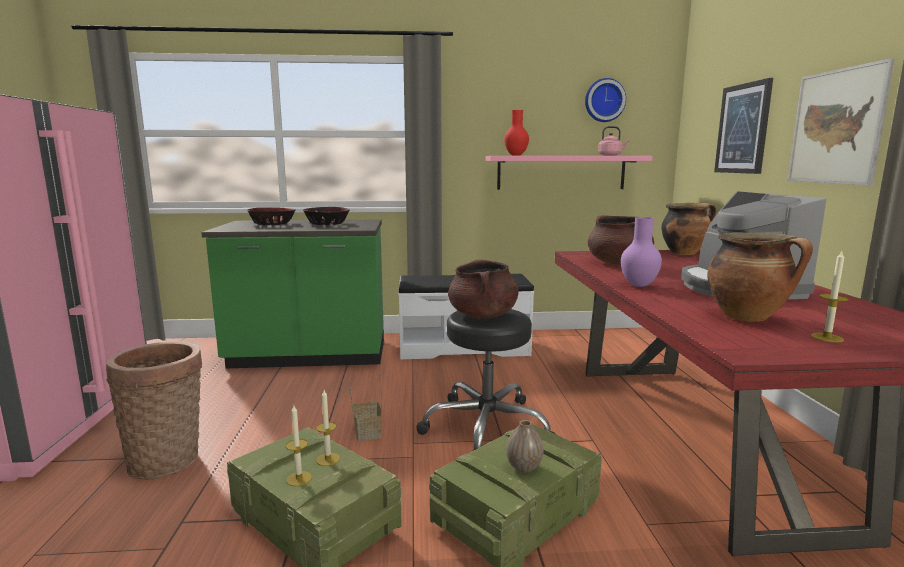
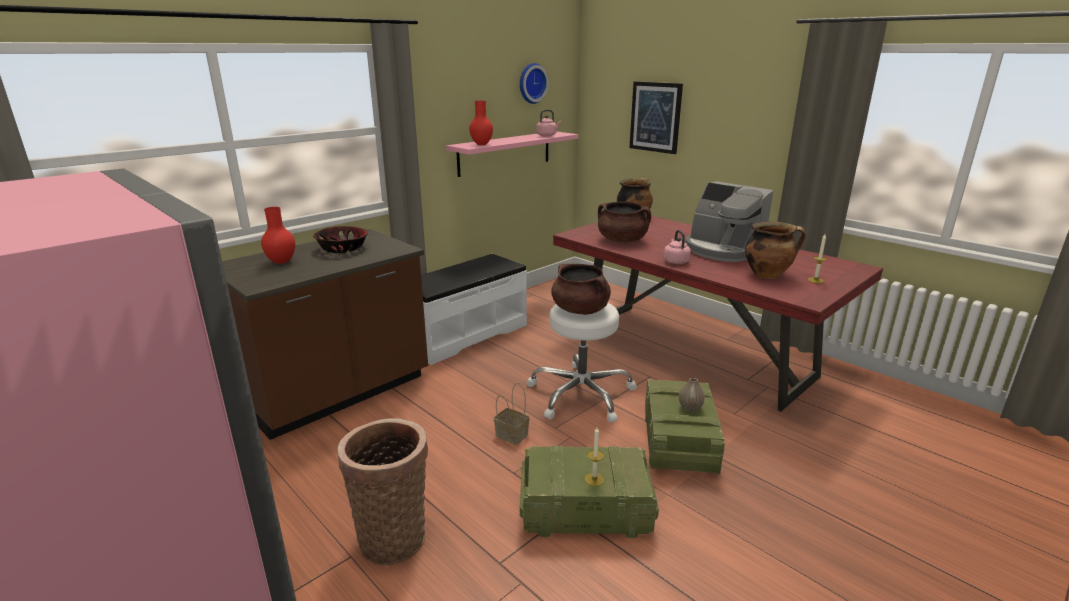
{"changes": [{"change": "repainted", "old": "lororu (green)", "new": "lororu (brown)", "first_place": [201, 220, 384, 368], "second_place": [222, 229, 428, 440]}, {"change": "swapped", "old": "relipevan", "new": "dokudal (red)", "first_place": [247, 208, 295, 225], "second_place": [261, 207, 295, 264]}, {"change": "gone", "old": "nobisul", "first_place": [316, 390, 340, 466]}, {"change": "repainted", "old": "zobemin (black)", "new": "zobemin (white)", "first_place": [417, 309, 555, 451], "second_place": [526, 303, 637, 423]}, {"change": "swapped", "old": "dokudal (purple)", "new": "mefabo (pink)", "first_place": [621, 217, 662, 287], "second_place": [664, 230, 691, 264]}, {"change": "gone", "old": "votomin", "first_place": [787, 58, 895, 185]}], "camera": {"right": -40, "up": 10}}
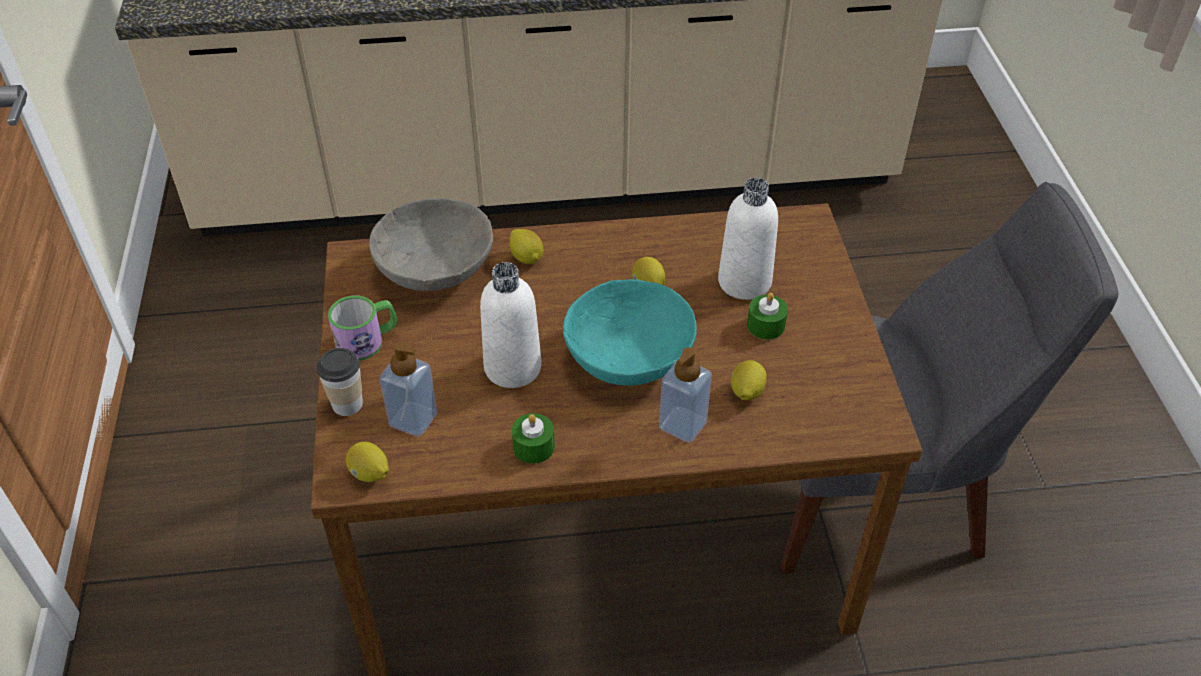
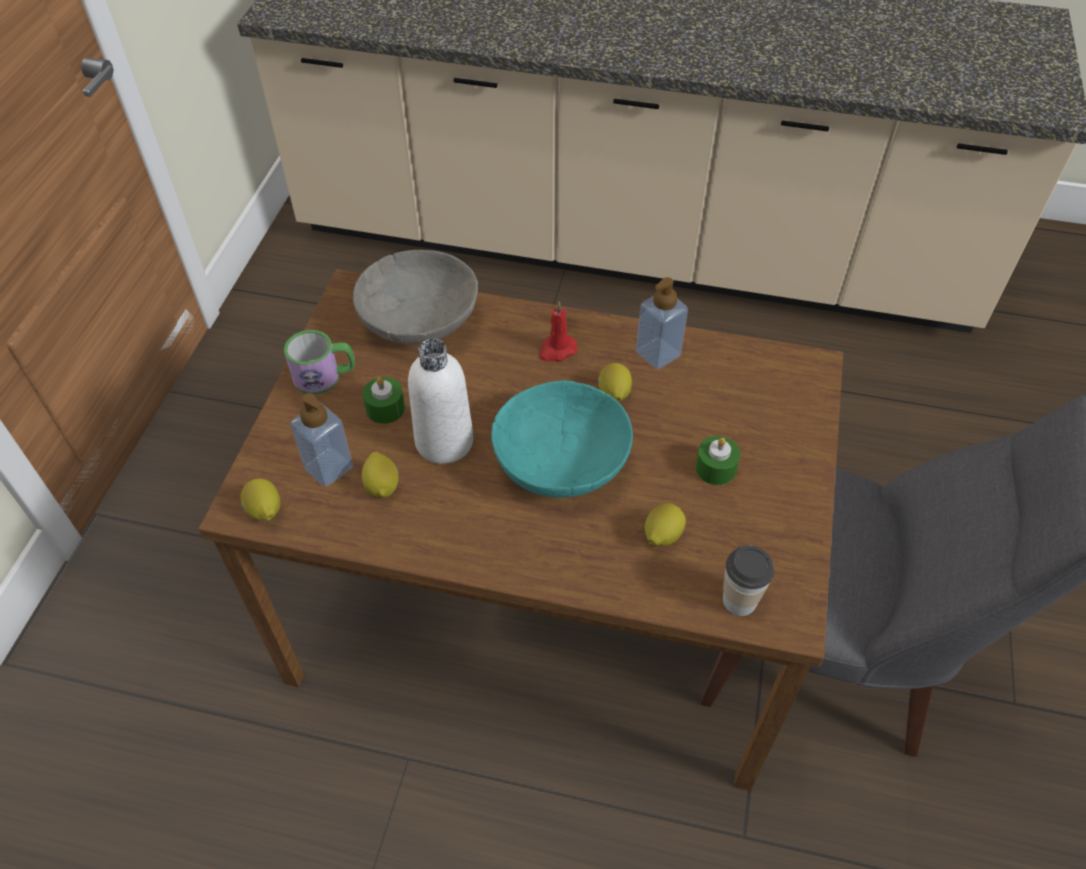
{"changes": [{"change": "shifted", "old": "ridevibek", "first_place": [317, 348, 363, 416], "second_place": [723, 545, 774, 616]}, {"change": "shifted", "old": "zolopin", "first_place": [510, 229, 543, 264], "second_place": [362, 452, 398, 497]}, {"change": "shifted", "old": "nobisul (green)", "first_place": [512, 413, 555, 464], "second_place": [362, 377, 405, 424]}, {"change": "shifted", "old": "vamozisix", "first_place": [659, 347, 712, 443], "second_place": [636, 277, 688, 369]}, {"change": "gone", "old": "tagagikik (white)", "first_place": [718, 178, 778, 300]}, {"change": "new", "new": "nobisul (red)", "second_place": [539, 302, 577, 362]}], "camera": {"right": 20, "up": 5}}
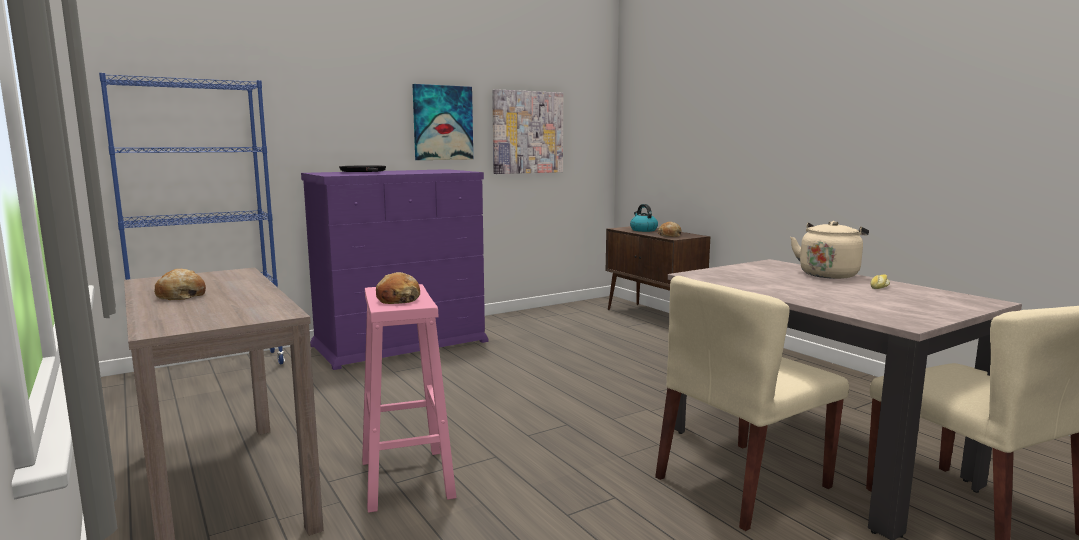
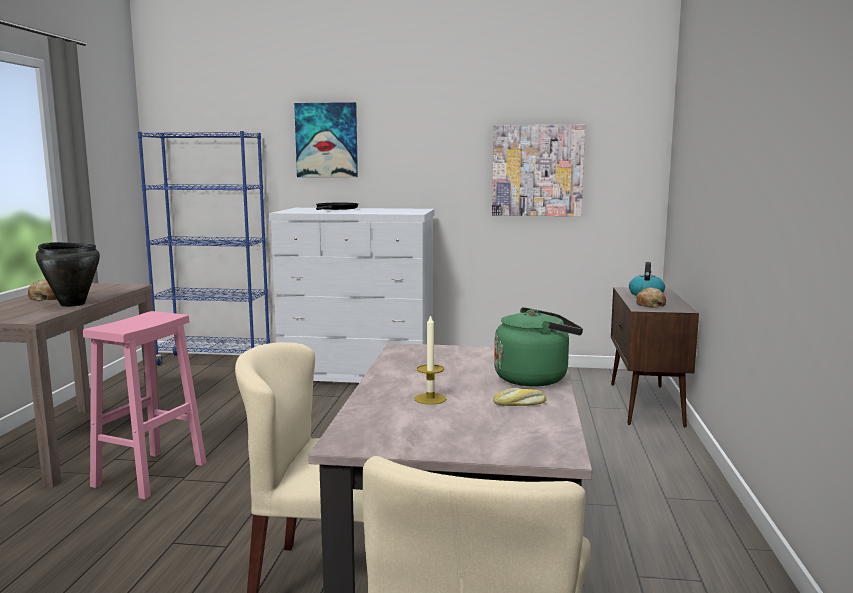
{"changes": [{"change": "repainted", "old": "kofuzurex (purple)", "new": "kofuzurex (white)", "first_place": [301, 169, 489, 370], "second_place": [269, 208, 435, 383]}, {"change": "gone", "old": "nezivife", "first_place": [376, 272, 420, 304]}, {"change": "shifted", "old": "votomin", "first_place": [412, 84, 473, 160], "second_place": [294, 102, 358, 177]}, {"change": "repainted", "old": "mefabo (beige)", "new": "mefabo (green)", "first_place": [790, 221, 869, 279], "second_place": [494, 307, 583, 387]}, {"change": "new", "new": "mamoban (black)", "second_place": [36, 242, 100, 307]}, {"change": "new", "new": "nobisul", "second_place": [414, 314, 447, 405]}], "camera": {"right": 40, "up": 0}}
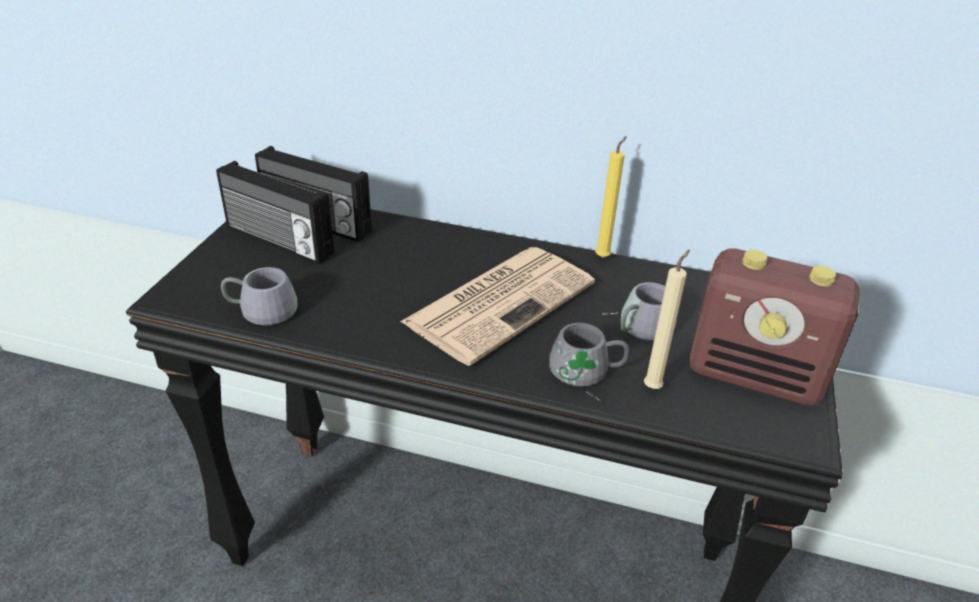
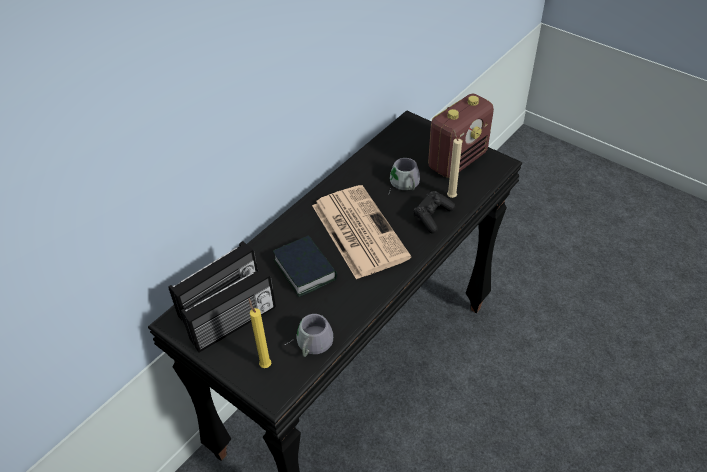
{"changes": [{"change": "swapped", "old": "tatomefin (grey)", "new": "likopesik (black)", "first_place": [549, 323, 630, 402], "second_place": [413, 191, 455, 234]}, {"change": "shifted", "old": "nobisul (yellow)", "first_place": [595, 136, 627, 258], "second_place": [248, 298, 271, 368]}, {"change": "new", "new": "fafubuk", "second_place": [273, 235, 337, 297]}], "camera": {"right": -65, "up": 10}}
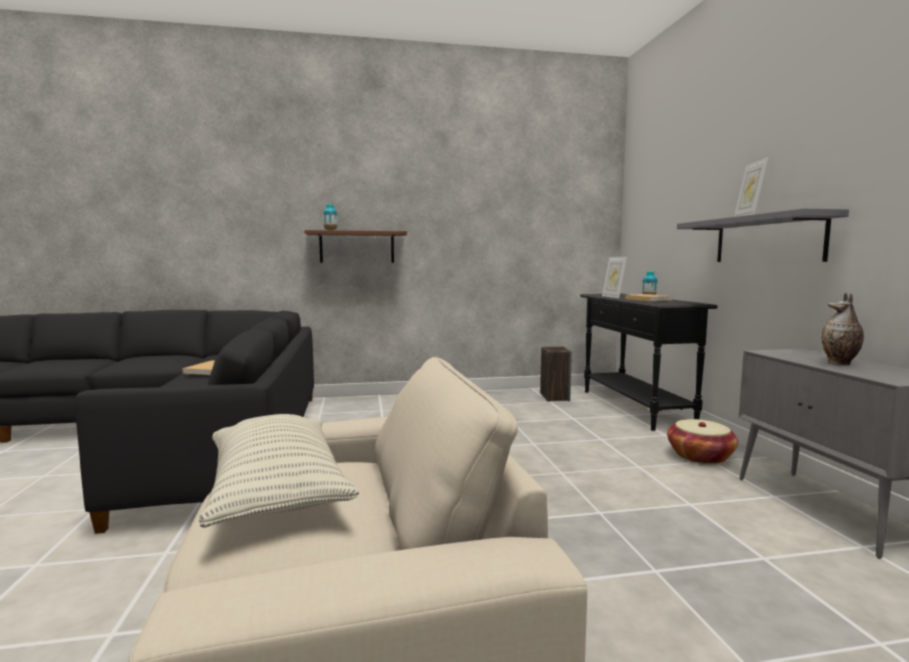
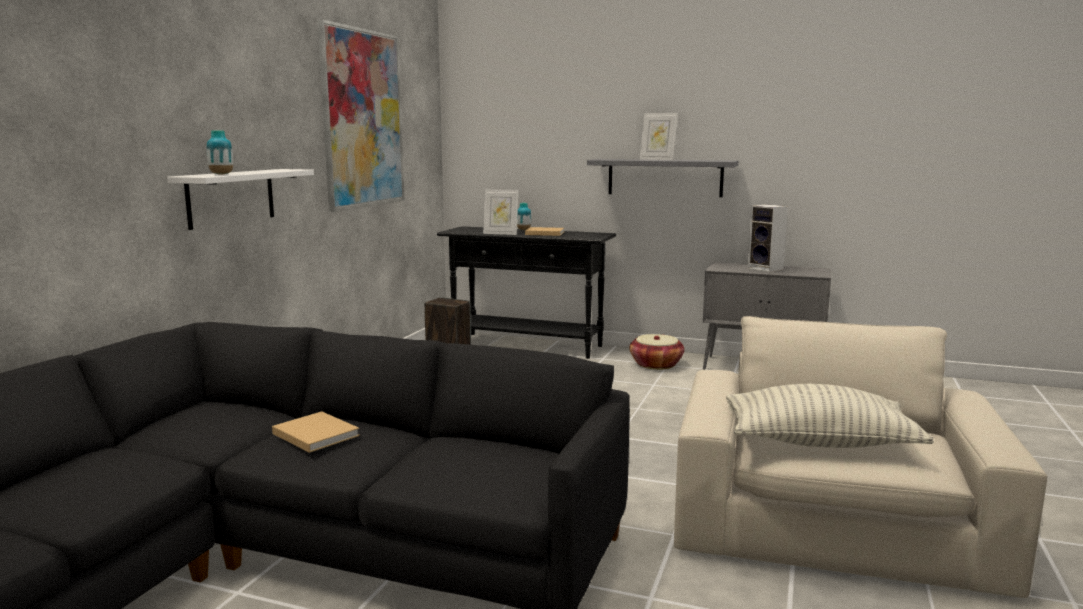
{"changes": [{"change": "repainted", "old": "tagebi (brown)", "new": "tagebi (white)", "first_place": [305, 230, 407, 263], "second_place": [167, 169, 314, 230]}, {"change": "swapped", "old": "dokudal", "new": "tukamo", "first_place": [821, 293, 864, 365], "second_place": [747, 204, 788, 272]}, {"change": "new", "new": "votomin", "second_place": [318, 19, 405, 212]}], "camera": {"right": -60, "up": 5}}
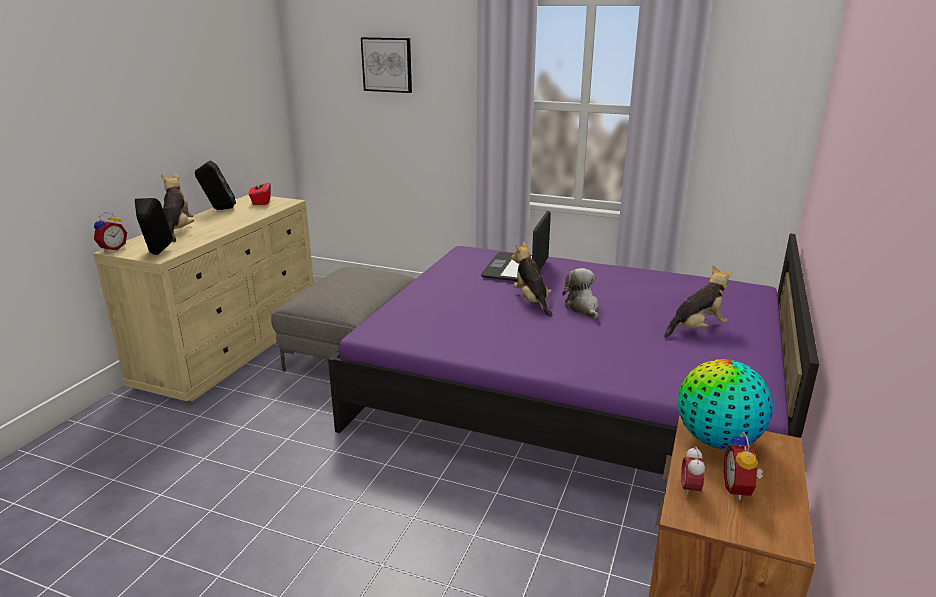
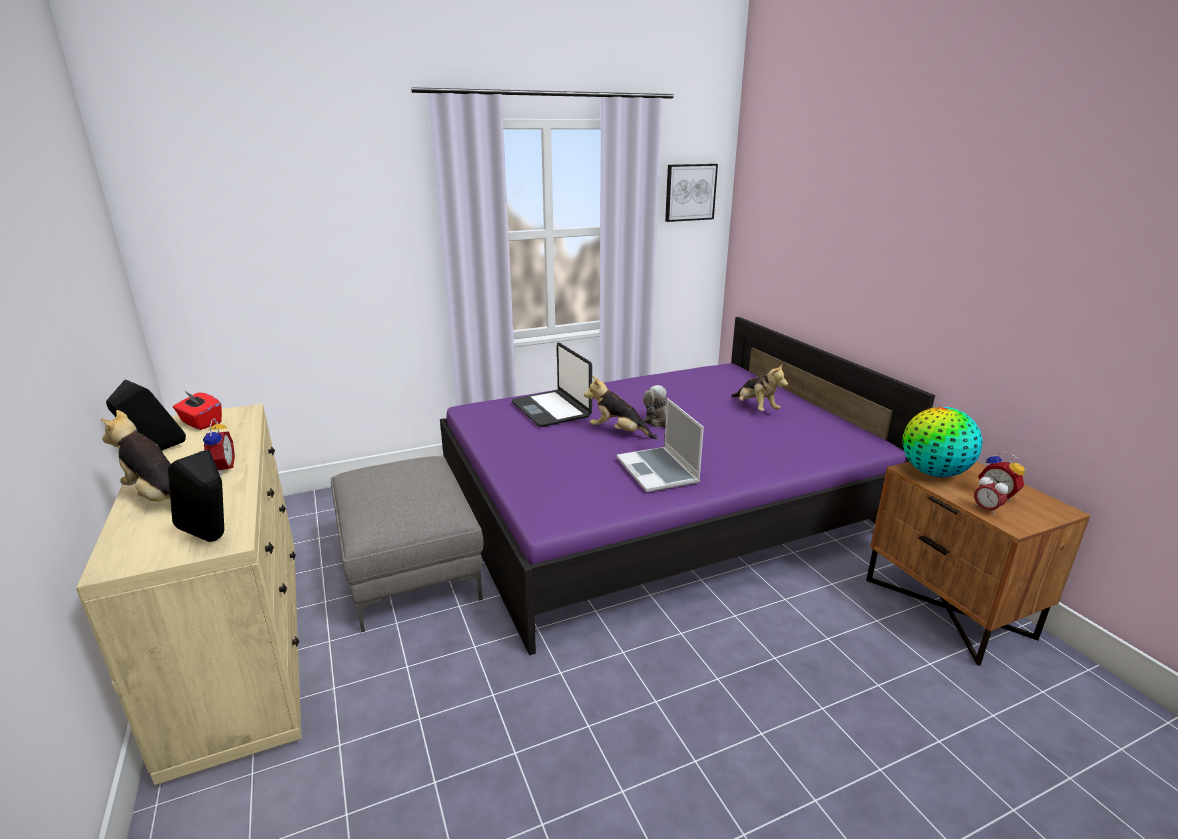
{"changes": [{"change": "shifted", "old": "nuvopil", "first_place": [94, 212, 127, 252], "second_place": [199, 419, 235, 475]}, {"change": "shifted", "old": "votomin", "first_place": [361, 37, 412, 93], "second_place": [665, 164, 718, 222]}, {"change": "rotated", "old": "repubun", "first_place": [664, 265, 732, 338], "second_place": [731, 363, 788, 411], "degrees": 135}, {"change": "new", "new": "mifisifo", "second_place": [617, 398, 704, 492]}], "camera": {"right": -45, "up": 0}}
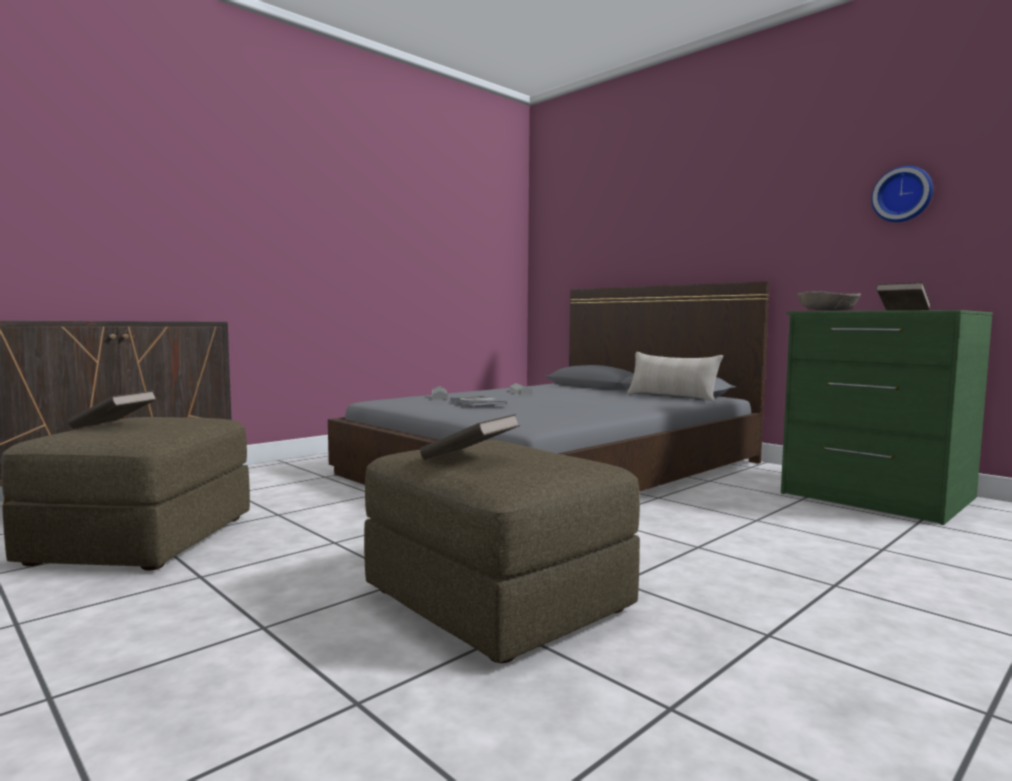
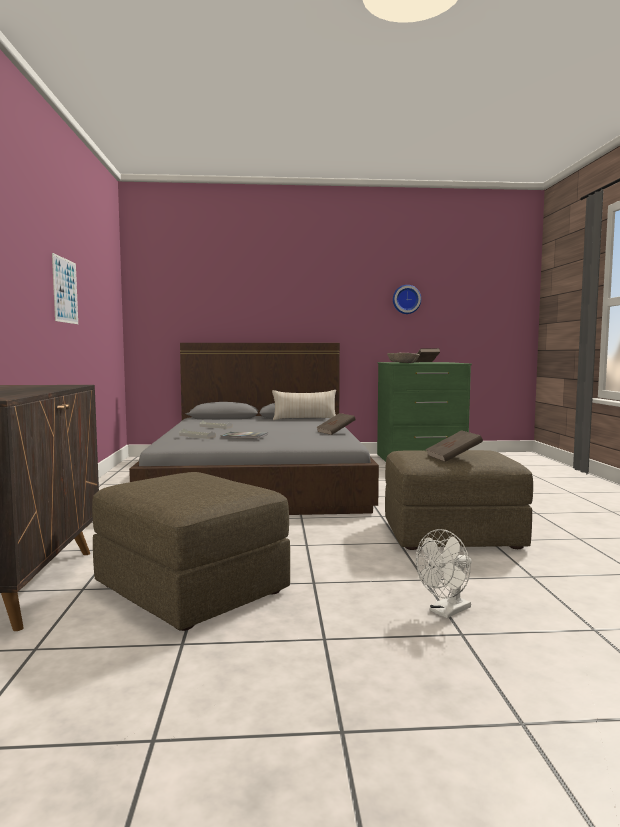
{"changes": [{"change": "shifted", "old": "fafubuk (brown)", "first_place": [69, 390, 157, 429], "second_place": [316, 413, 356, 435]}, {"change": "new", "new": "votomin", "second_place": [52, 253, 78, 324]}, {"change": "new", "new": "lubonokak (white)", "second_place": [416, 529, 472, 618]}], "camera": {"right": -50, "up": 0}}
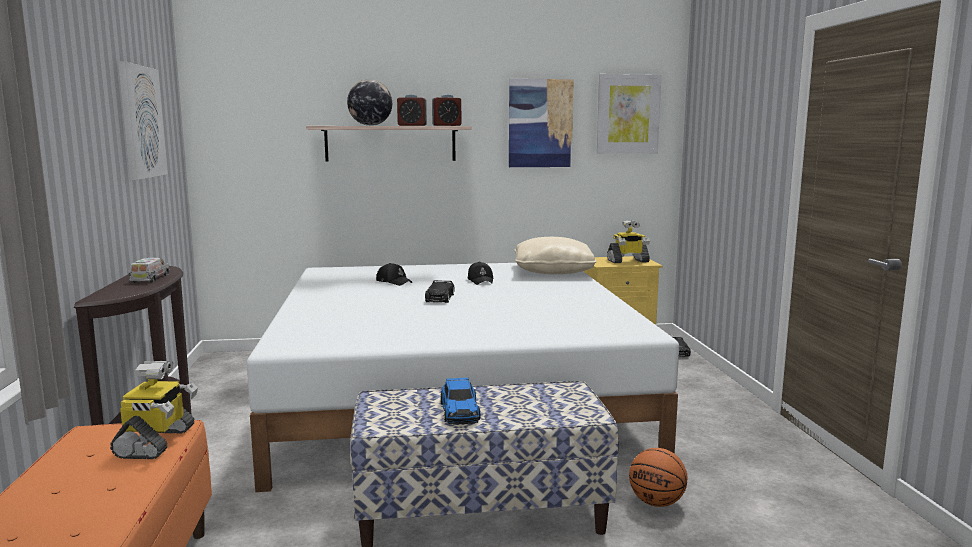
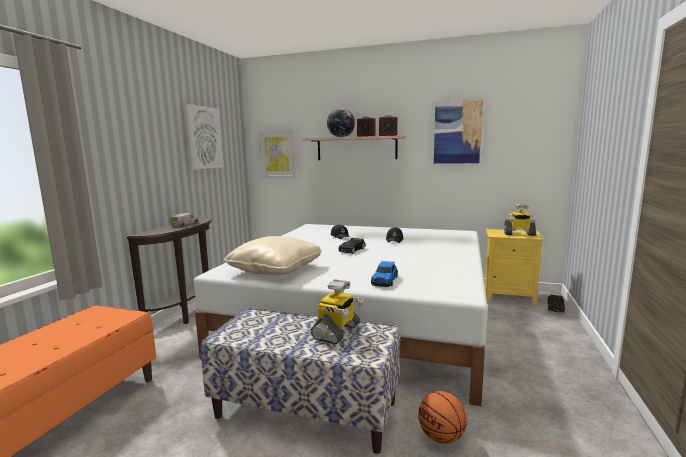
{"changes": [{"change": "shifted", "old": "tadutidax", "first_place": [110, 361, 198, 459], "second_place": [311, 279, 364, 344]}, {"change": "shifted", "old": "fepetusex", "first_place": [440, 378, 480, 424], "second_place": [371, 261, 398, 287]}, {"change": "shifted", "old": "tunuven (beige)", "first_place": [515, 237, 596, 274], "second_place": [224, 236, 322, 275]}, {"change": "shifted", "old": "votomin", "first_place": [597, 74, 661, 153], "second_place": [258, 129, 296, 178]}], "camera": {"right": 25, "up": 0}}
